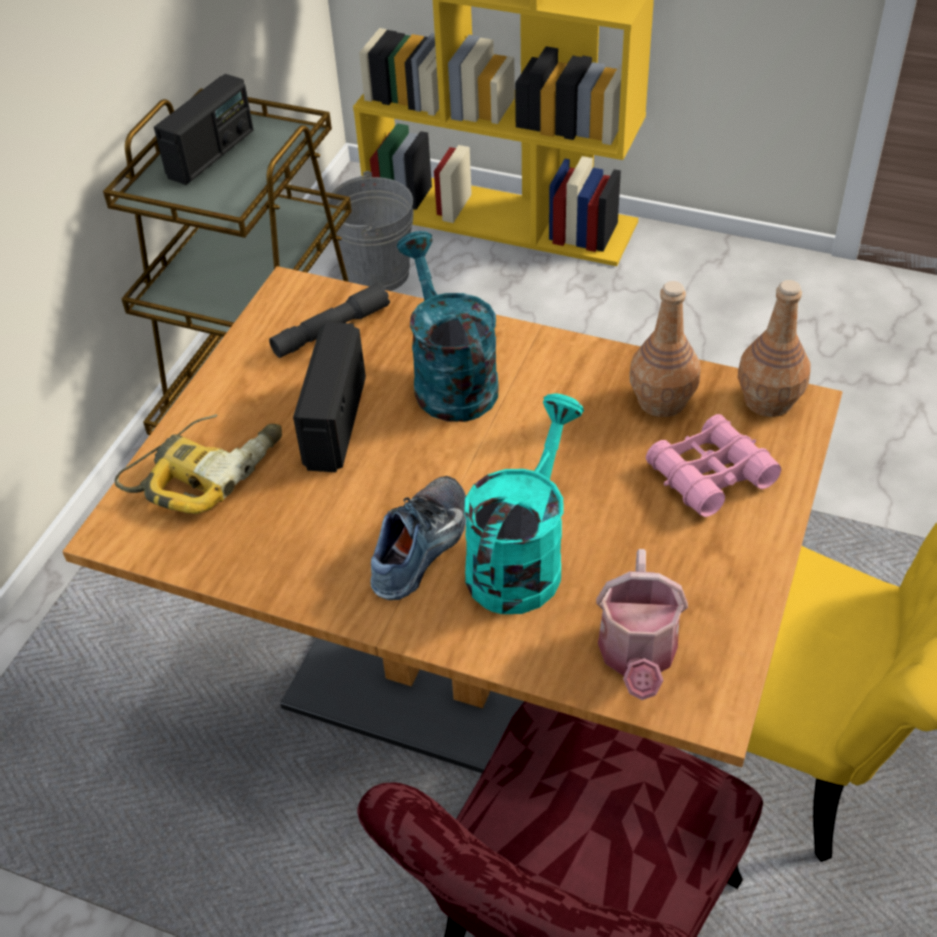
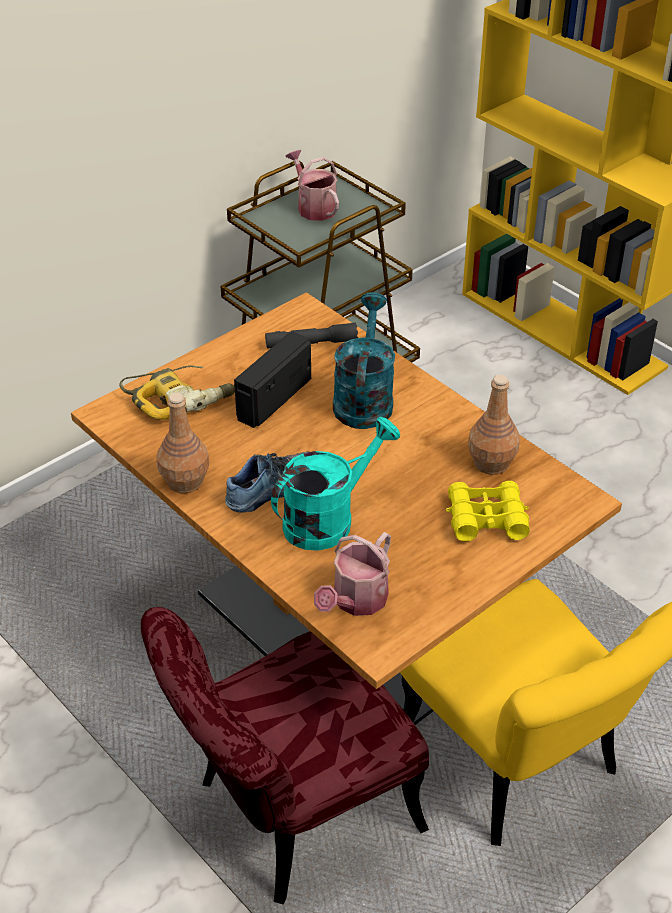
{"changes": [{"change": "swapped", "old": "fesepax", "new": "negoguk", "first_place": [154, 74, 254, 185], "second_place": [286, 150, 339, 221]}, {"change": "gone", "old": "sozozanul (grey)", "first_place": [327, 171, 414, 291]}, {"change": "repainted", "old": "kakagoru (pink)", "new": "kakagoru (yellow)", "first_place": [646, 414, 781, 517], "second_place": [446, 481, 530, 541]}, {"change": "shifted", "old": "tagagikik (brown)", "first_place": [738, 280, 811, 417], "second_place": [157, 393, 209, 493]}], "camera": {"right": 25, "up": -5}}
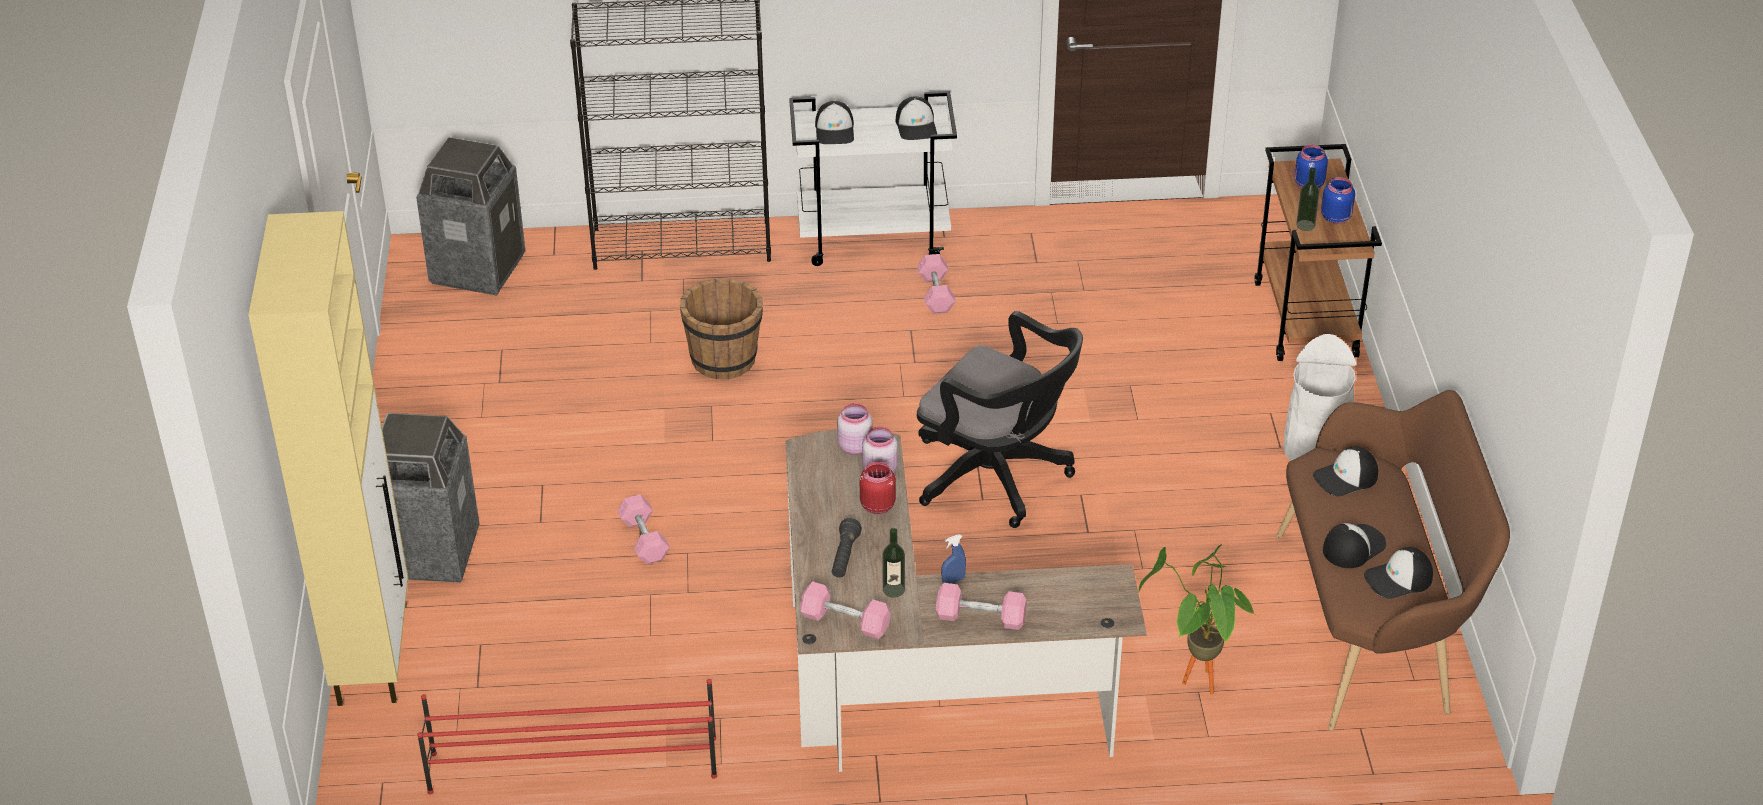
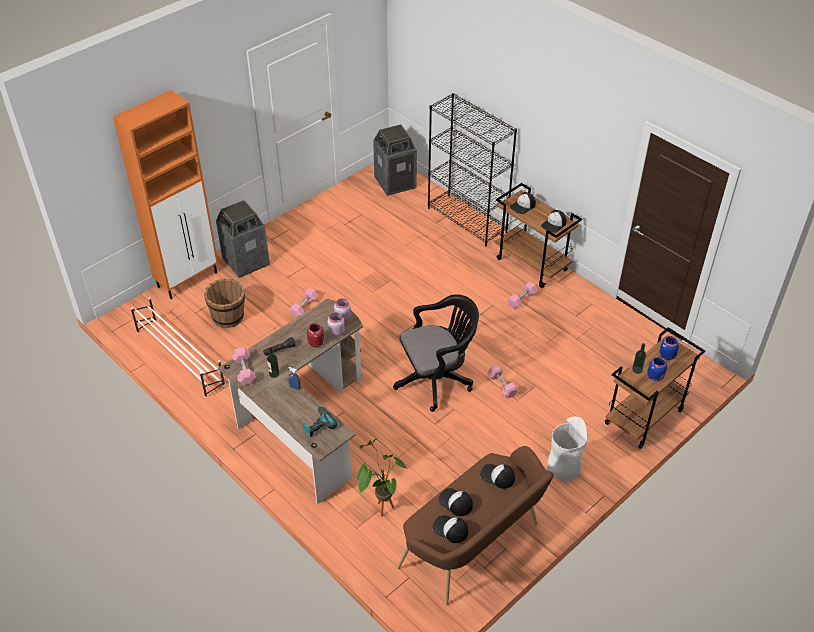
{"changes": [{"change": "repainted", "old": "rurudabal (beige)", "new": "rurudabal (orange)", "first_place": [248, 211, 408, 706], "second_place": [113, 90, 218, 299]}, {"change": "repainted", "old": "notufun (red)", "new": "notufun (white)", "first_place": [417, 679, 717, 795], "second_place": [131, 297, 225, 398]}, {"change": "shifted", "old": "sozozanul (brown)", "first_place": [680, 279, 763, 380], "second_place": [204, 279, 245, 328]}, {"change": "repainted", "old": "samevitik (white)", "new": "samevitik (brown)", "first_place": [789, 91, 957, 266], "second_place": [495, 183, 582, 288]}, {"change": "rotated", "old": "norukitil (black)", "first_place": [917, 311, 1083, 528], "second_place": [393, 294, 479, 412], "degrees": -105}, {"change": "shifted", "old": "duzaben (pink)", "first_place": [936, 583, 1027, 630], "second_place": [487, 364, 519, 398]}, {"change": "rotated", "old": "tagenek", "first_place": [1323, 523, 1386, 568], "second_place": [438, 488, 473, 516], "degrees": -150}, {"change": "new", "new": "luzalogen", "second_place": [303, 406, 337, 437]}], "camera": {"right": 50, "up": 5}}
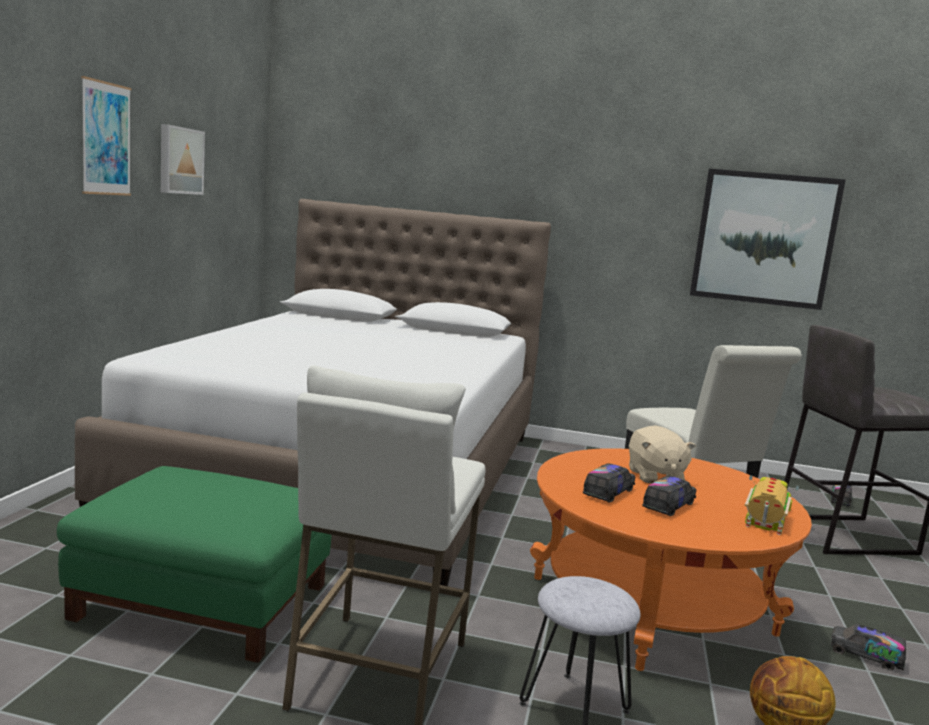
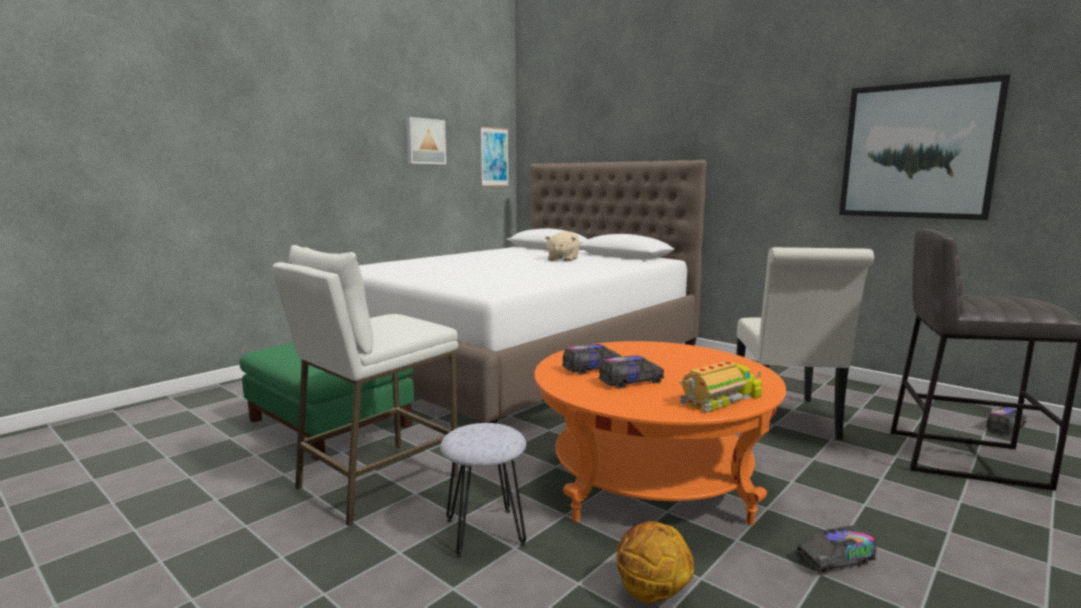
{"changes": [{"change": "shifted", "old": "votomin", "first_place": [81, 76, 131, 196], "second_place": [480, 126, 509, 186]}, {"change": "shifted", "old": "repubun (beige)", "first_place": [629, 425, 696, 483], "second_place": [545, 231, 580, 261]}, {"change": "rotated", "old": "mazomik", "first_place": [830, 624, 906, 671], "second_place": [796, 525, 876, 575], "degrees": -75}], "camera": {"right": 30, "up": 0}}
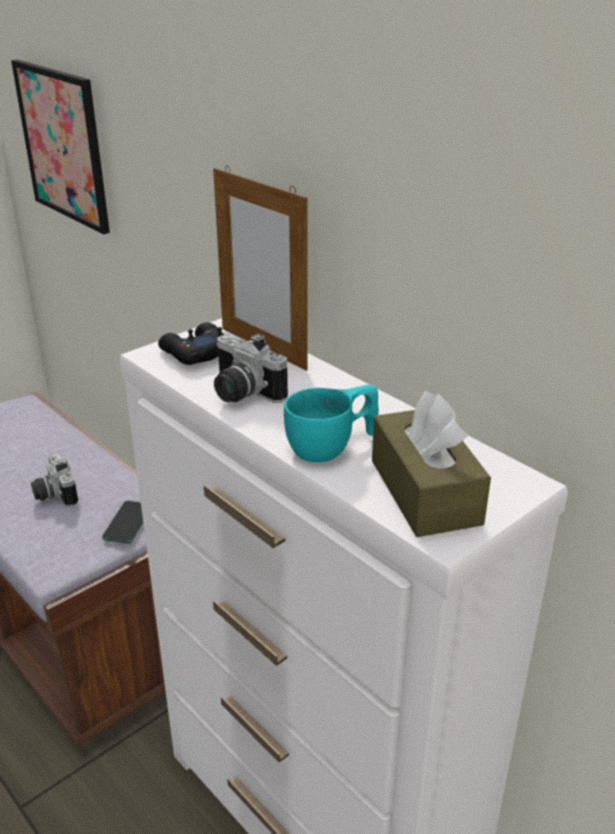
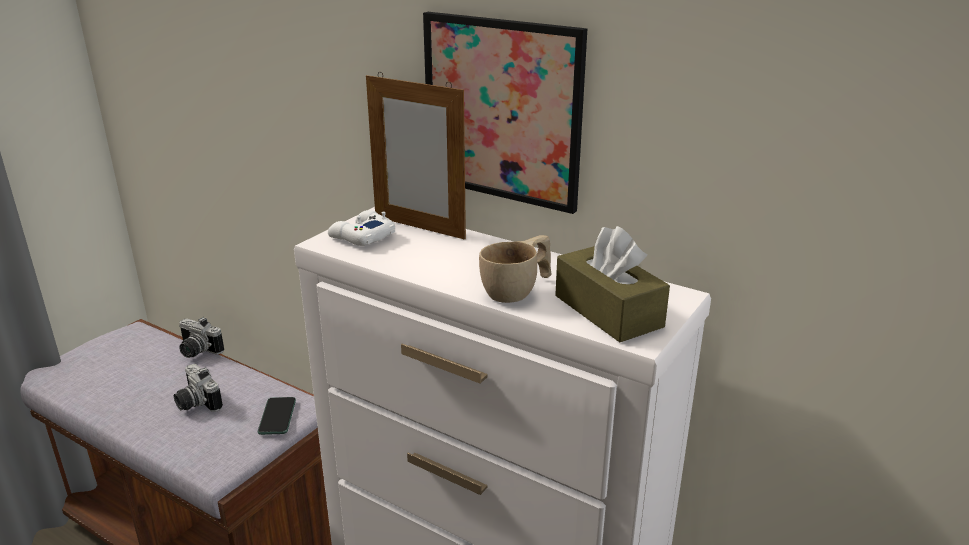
{"changes": [{"change": "shifted", "old": "votomin", "first_place": [11, 59, 110, 234], "second_place": [423, 12, 587, 214]}, {"change": "repainted", "old": "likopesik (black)", "new": "likopesik (white)", "first_place": [158, 322, 224, 365], "second_place": [328, 210, 395, 246]}, {"change": "shifted", "old": "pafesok", "first_place": [214, 333, 288, 403], "second_place": [179, 317, 224, 358]}, {"change": "repainted", "old": "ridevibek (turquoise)", "new": "ridevibek (beige)", "first_place": [284, 385, 379, 462], "second_place": [479, 235, 552, 303]}], "camera": {"right": -15, "up": -5}}
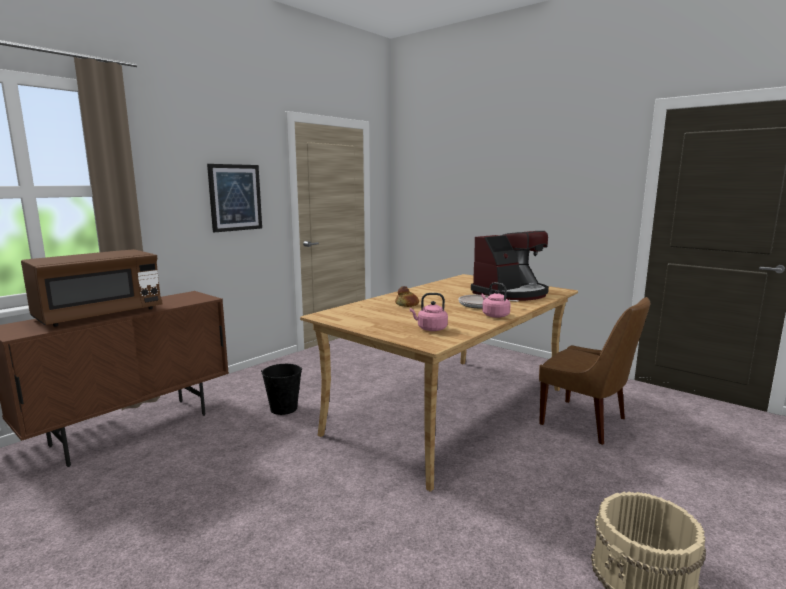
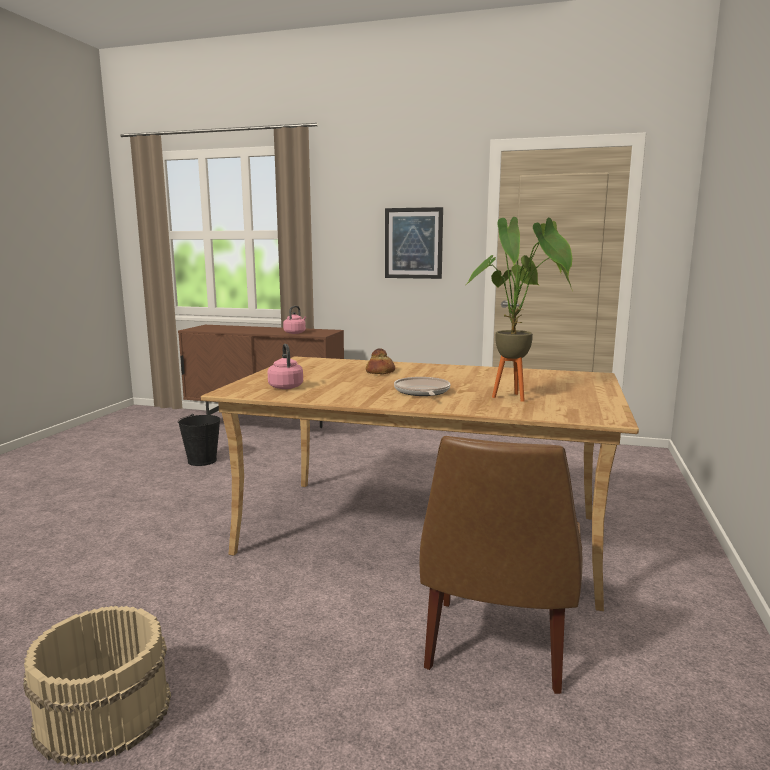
{"changes": [{"change": "gone", "old": "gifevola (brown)", "first_place": [21, 249, 162, 327]}, {"change": "shifted", "old": "sozozanul (black)", "first_place": [261, 364, 302, 415], "second_place": [178, 414, 220, 466]}, {"change": "swapped", "old": "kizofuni", "new": "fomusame", "first_place": [471, 231, 549, 301], "second_place": [467, 217, 574, 402]}, {"change": "shifted", "old": "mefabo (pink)", "first_place": [481, 282, 511, 318], "second_place": [283, 306, 306, 334]}], "camera": {"right": 65, "up": 0}}
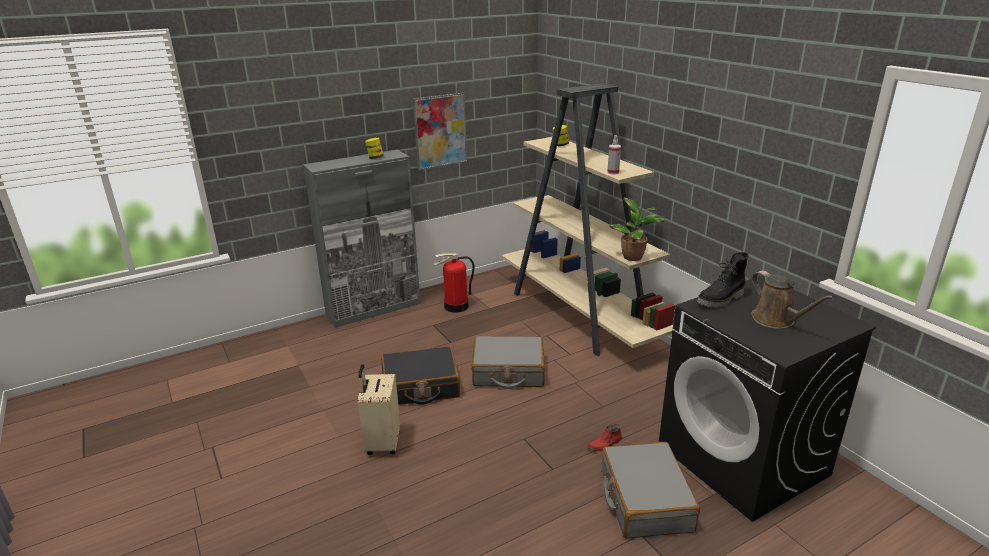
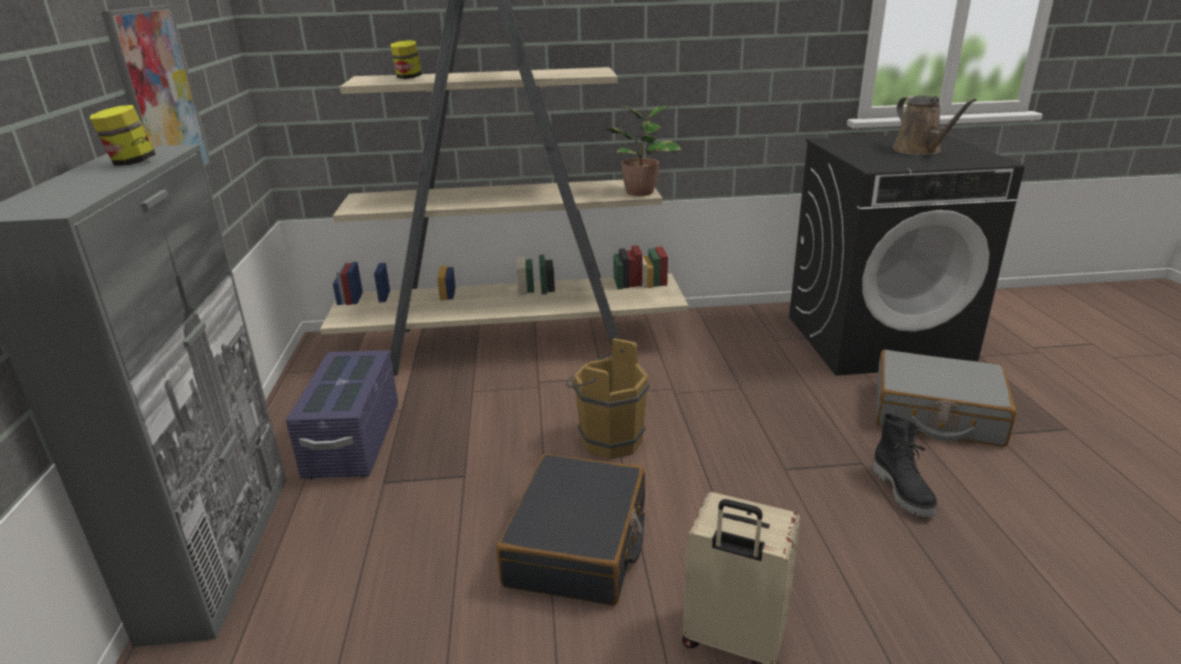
{"changes": [{"change": "swapped", "old": "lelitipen", "new": "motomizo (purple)", "first_place": [433, 254, 475, 313], "second_place": [286, 350, 398, 479]}, {"change": "swapped", "old": "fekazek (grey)", "new": "sozozanul (brown)", "first_place": [472, 336, 545, 389], "second_place": [566, 338, 650, 459]}, {"change": "gone", "old": "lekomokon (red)", "first_place": [588, 424, 622, 451]}, {"change": "gone", "old": "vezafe", "first_place": [607, 135, 621, 175]}, {"change": "shifted", "old": "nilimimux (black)", "first_place": [697, 252, 749, 308], "second_place": [872, 413, 937, 517]}, {"change": "rotated", "old": "negoguk (brown)", "first_place": [751, 271, 834, 329], "second_place": [893, 95, 977, 155], "degrees": 75}], "camera": {"right": -65, "up": 0}}
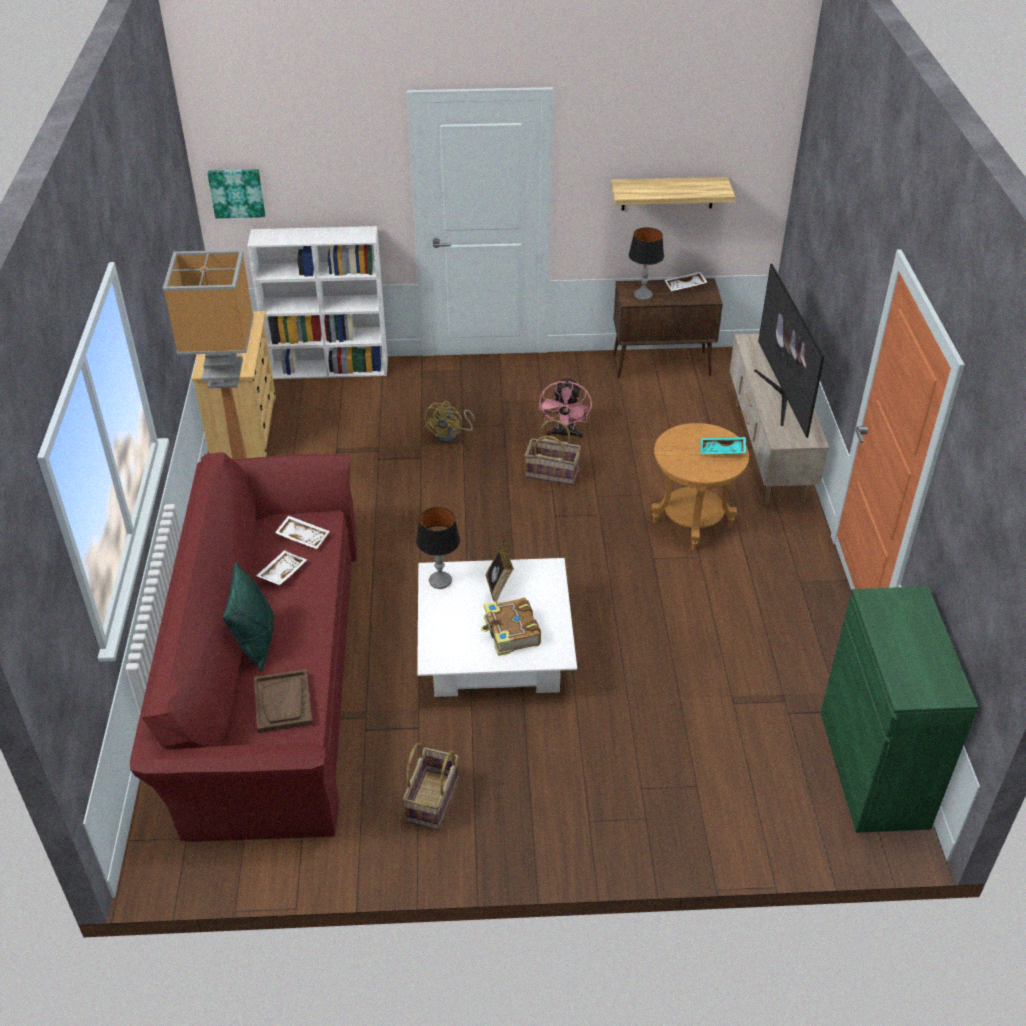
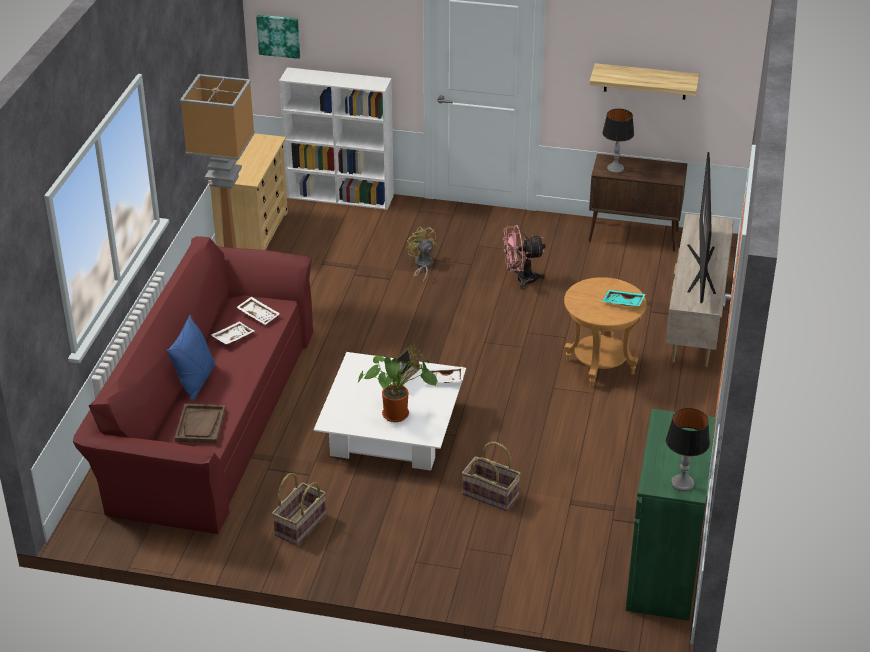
{"changes": [{"change": "repainted", "old": "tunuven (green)", "new": "tunuven (blue)", "first_place": [222, 562, 274, 672], "second_place": [167, 315, 215, 402]}, {"change": "shifted", "old": "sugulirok", "first_place": [416, 507, 460, 589], "second_place": [666, 408, 710, 491]}, {"change": "rotated", "old": "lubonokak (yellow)", "first_place": [425, 401, 475, 443], "second_place": [406, 226, 437, 282], "degrees": 120}, {"change": "swapped", "old": "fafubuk", "new": "fomusame", "first_place": [481, 597, 541, 656], "second_place": [358, 350, 437, 422]}, {"change": "shifted", "old": "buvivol", "first_place": [525, 419, 581, 485], "second_place": [462, 442, 521, 511]}, {"change": "rotated", "old": "lubonokak (pink)", "first_place": [539, 377, 592, 439], "second_place": [503, 225, 545, 289], "degrees": 60}, {"change": "shifted", "old": "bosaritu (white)", "first_place": [664, 272, 708, 291], "second_place": [424, 366, 464, 384]}], "camera": {"right": 15, "up": -5}}
